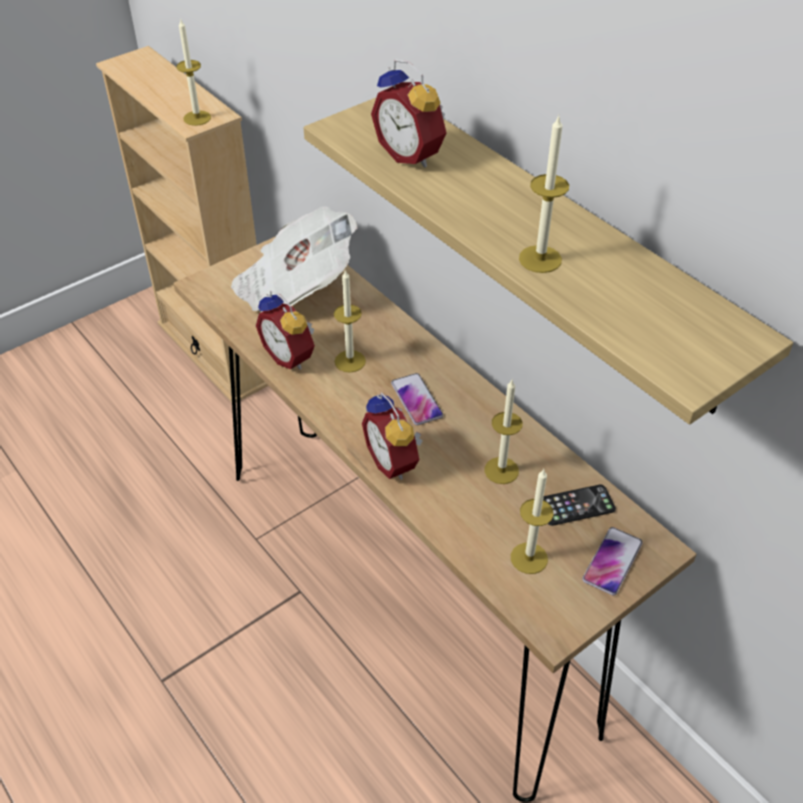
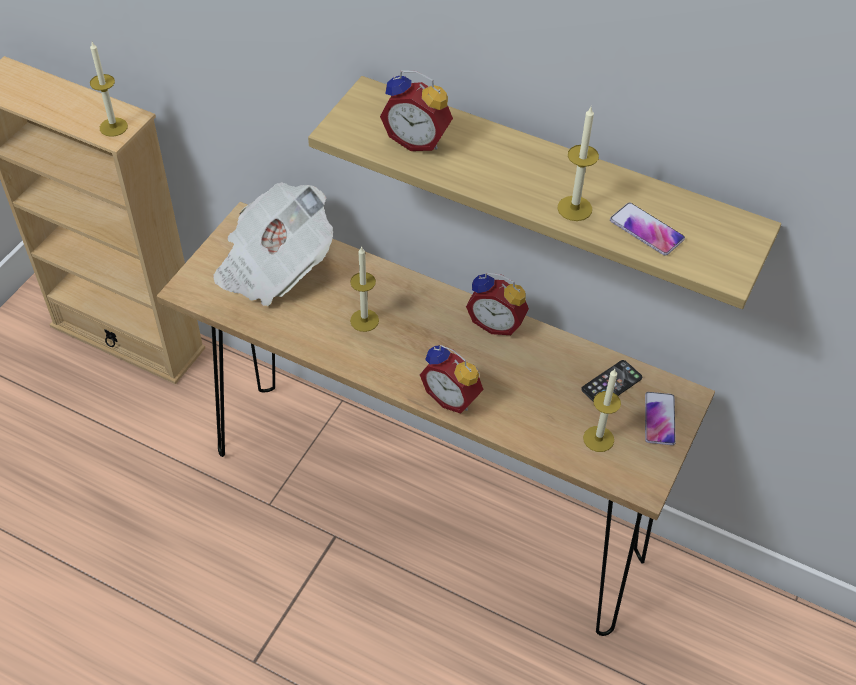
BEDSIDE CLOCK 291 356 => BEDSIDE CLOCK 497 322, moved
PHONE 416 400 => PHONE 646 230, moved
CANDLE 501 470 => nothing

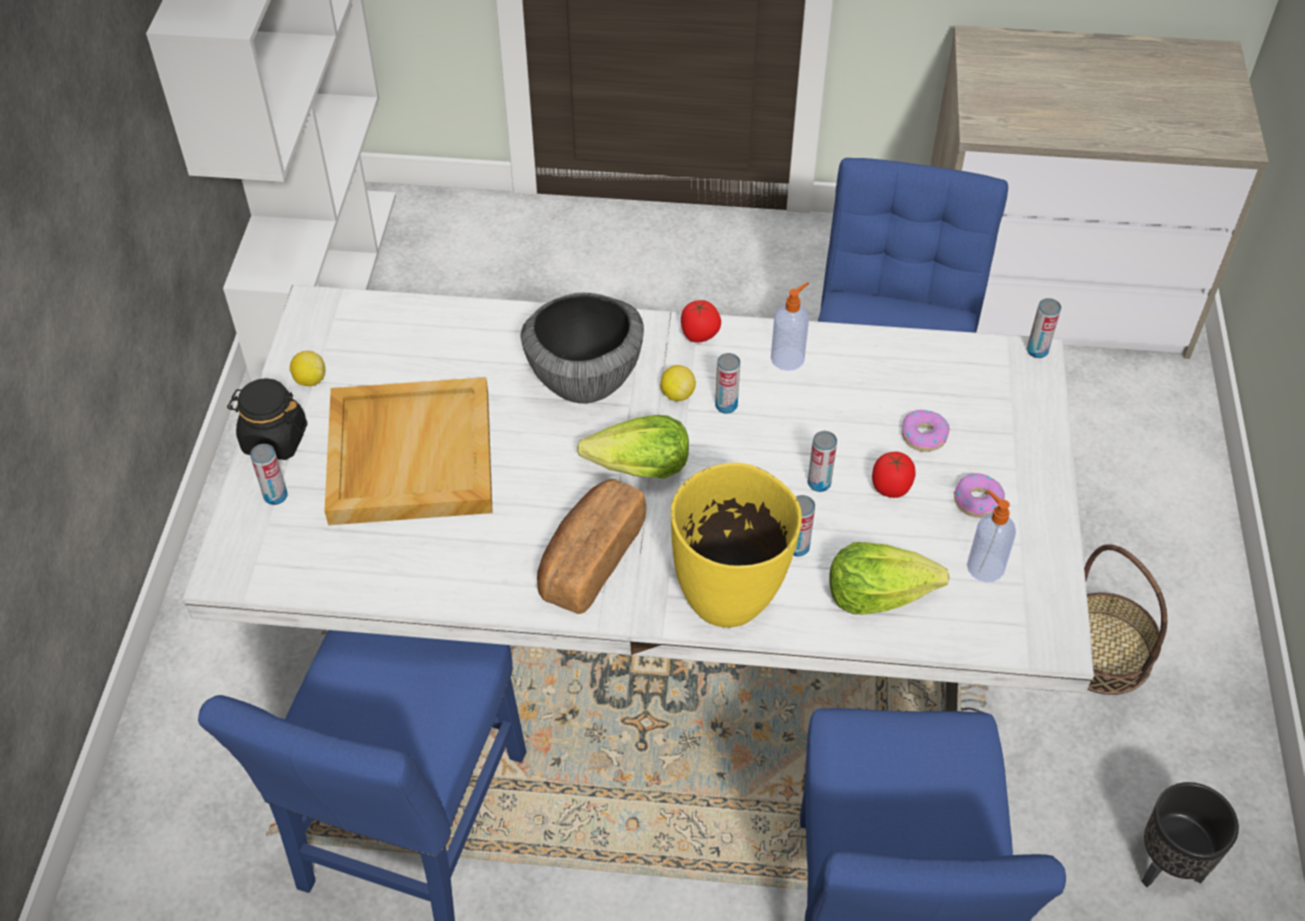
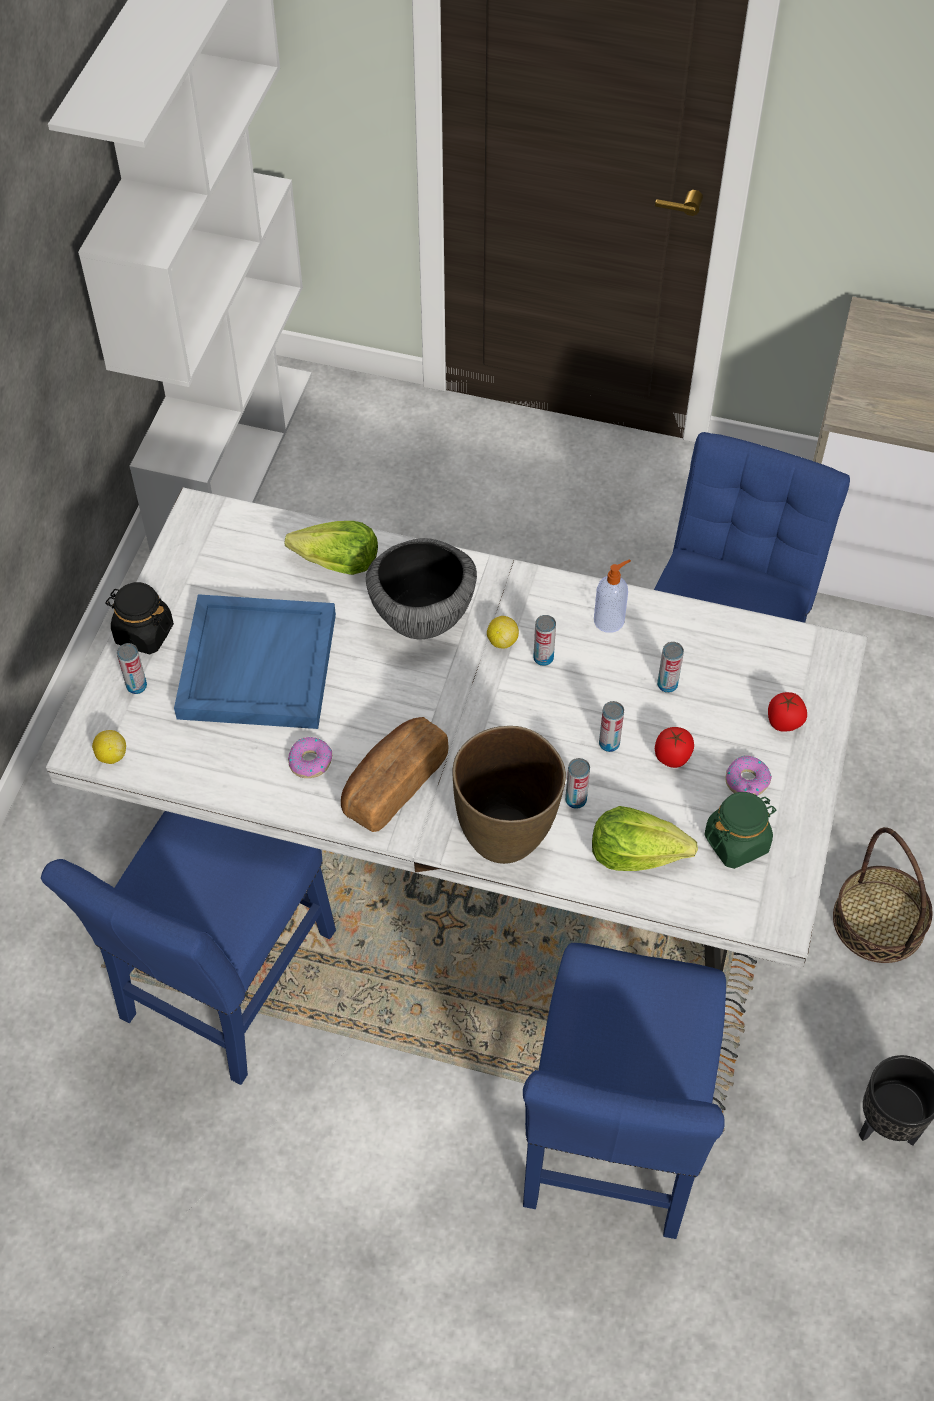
CITRUS FRUIT 310 380 => CITRUS FRUIT 111 755, moved
SAND-COLOURED CARRYING TRAY 409 455 => BLUE-COLOURED CARRYING TRAY 256 664
LETTUCE HEAD 639 469 => LETTUCE HEAD 337 564, moved
DONUT 923 435 => DONUT 310 761, moved
YELLOW-COLOURED DECORATIVE VASE 729 598 => BROWN-COLOURED DECORATIVE VASE 506 837
CAN 1037 351 => CAN 667 685, moved
SOAP DISPENSER 984 566 => GREEN PRESERVE JAR 736 842
TOMATO 700 335 => TOMATO 784 723, moved

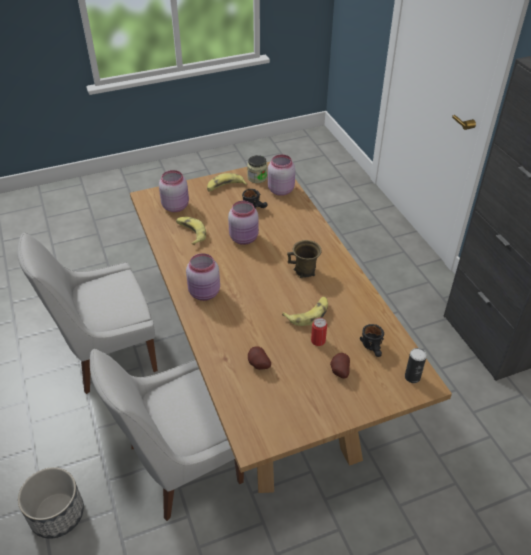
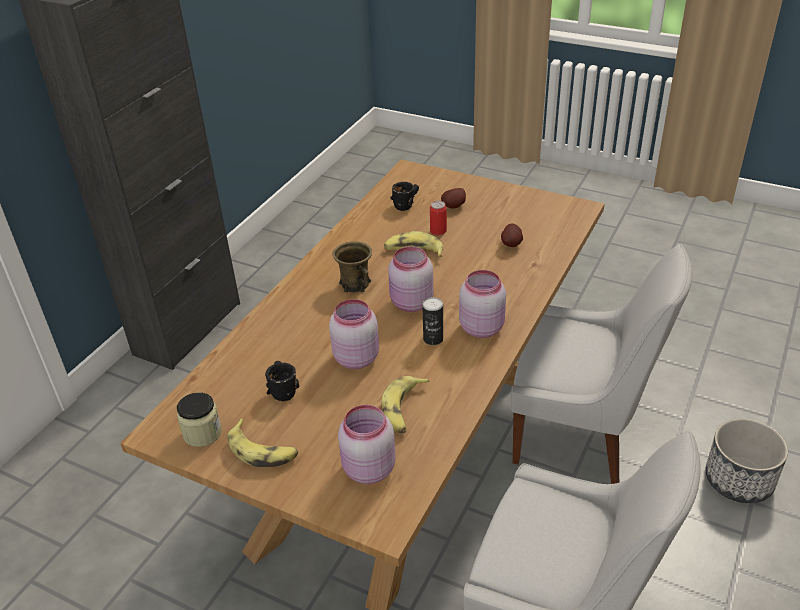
PINKISH PRESERVE JAR 281 190 => PINKISH PRESERVE JAR 410 303, moved
CAN 412 377 => CAN 433 339, moved

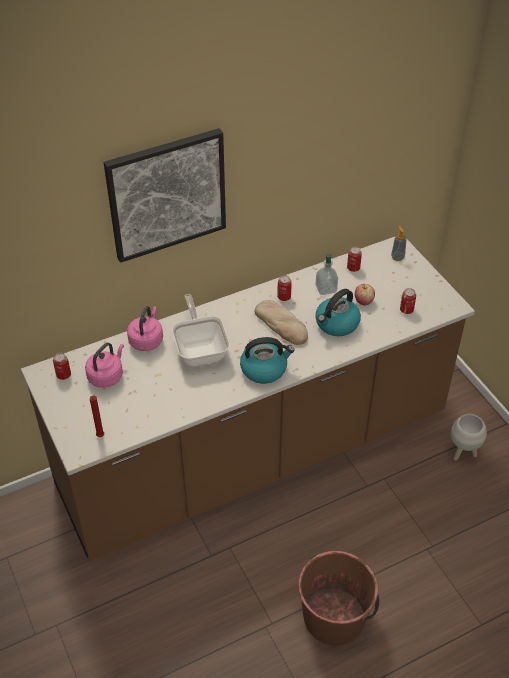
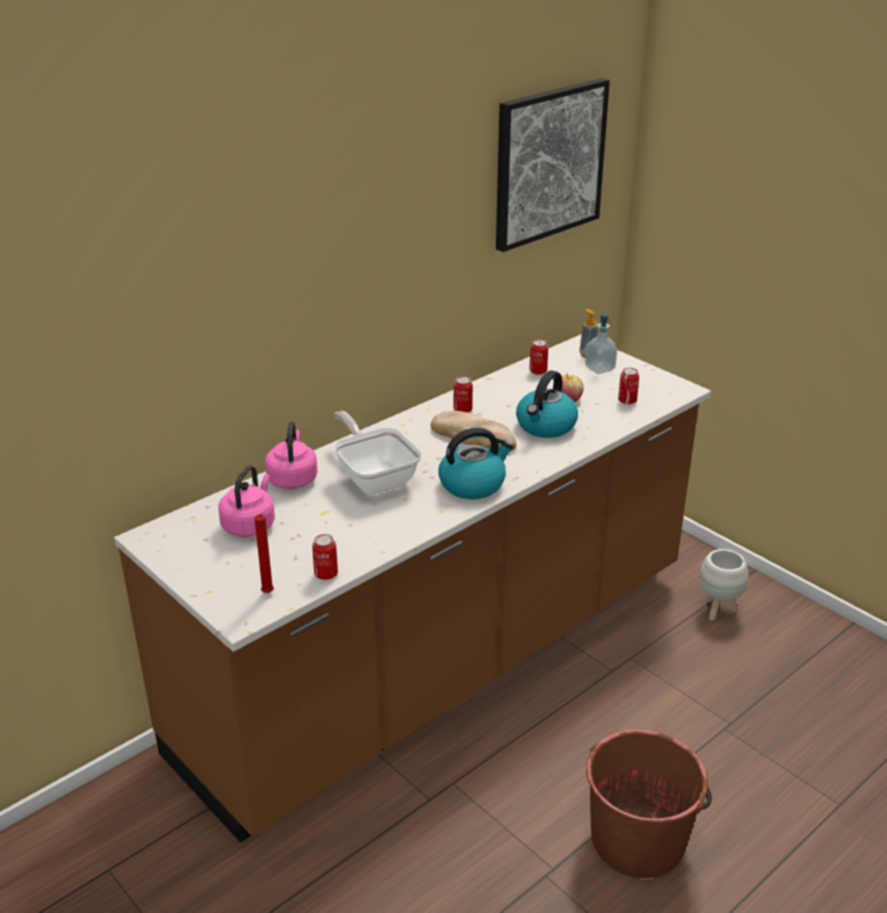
CAN 63 375 => CAN 326 574, moved
WALL PICTURE 166 194 => WALL PICTURE 548 163, moved
SOAP DISPENSER 326 289 => SOAP DISPENSER 599 368, moved

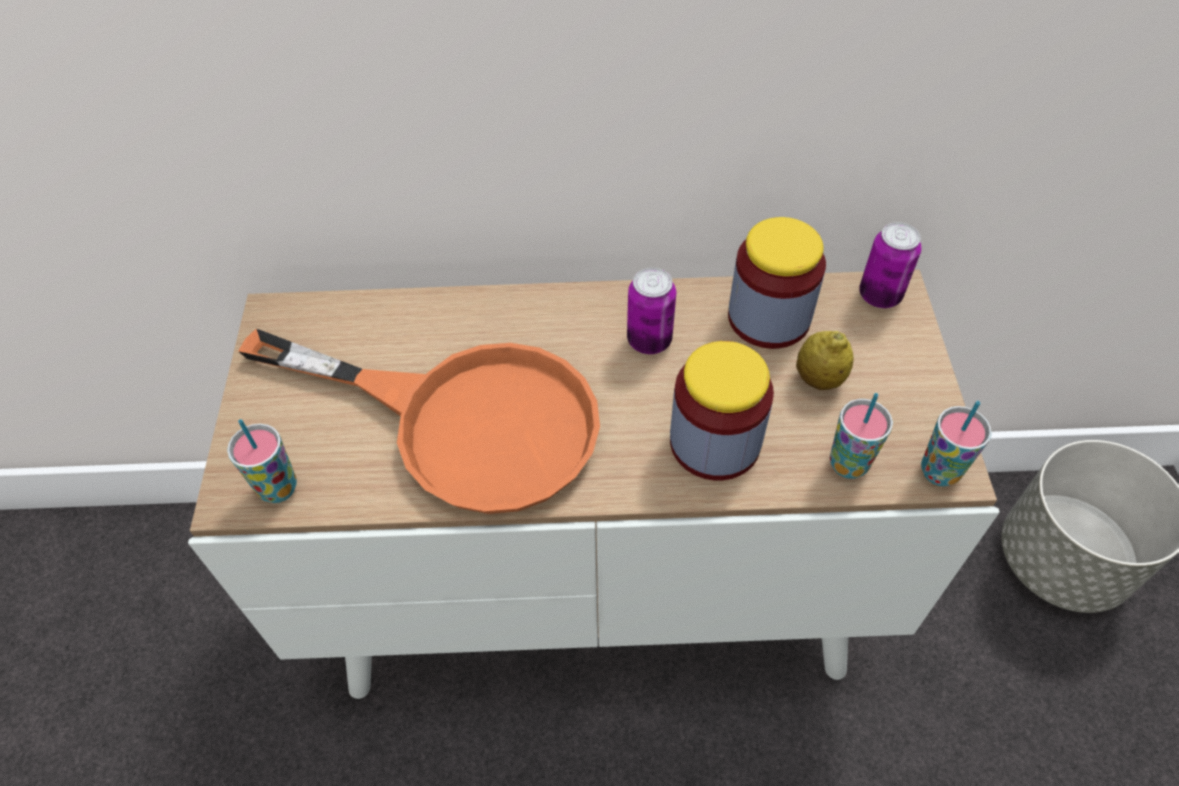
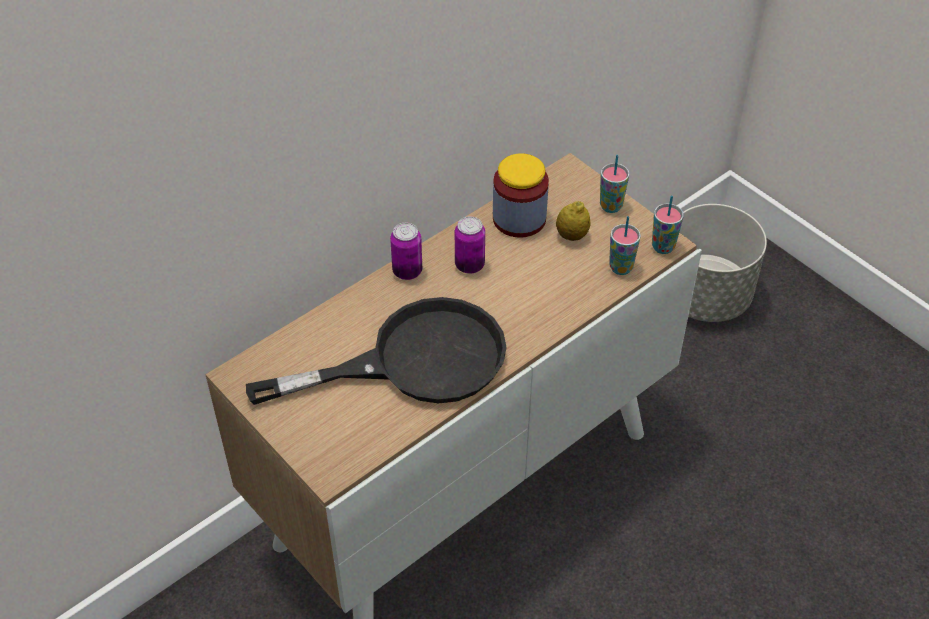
ORANGE SKILLET 463 421 => BLACK SKILLET 414 361
CAN 879 295 => CAN 407 271, moved
CUP 278 488 => CUP 611 206, moved
PRESERVE JAR 715 442 => nothing

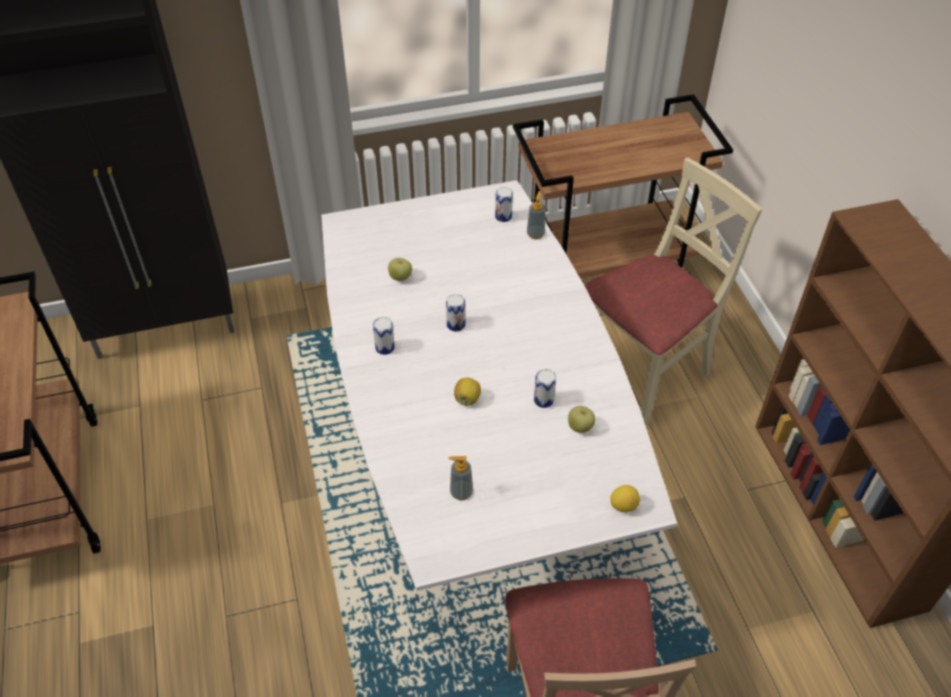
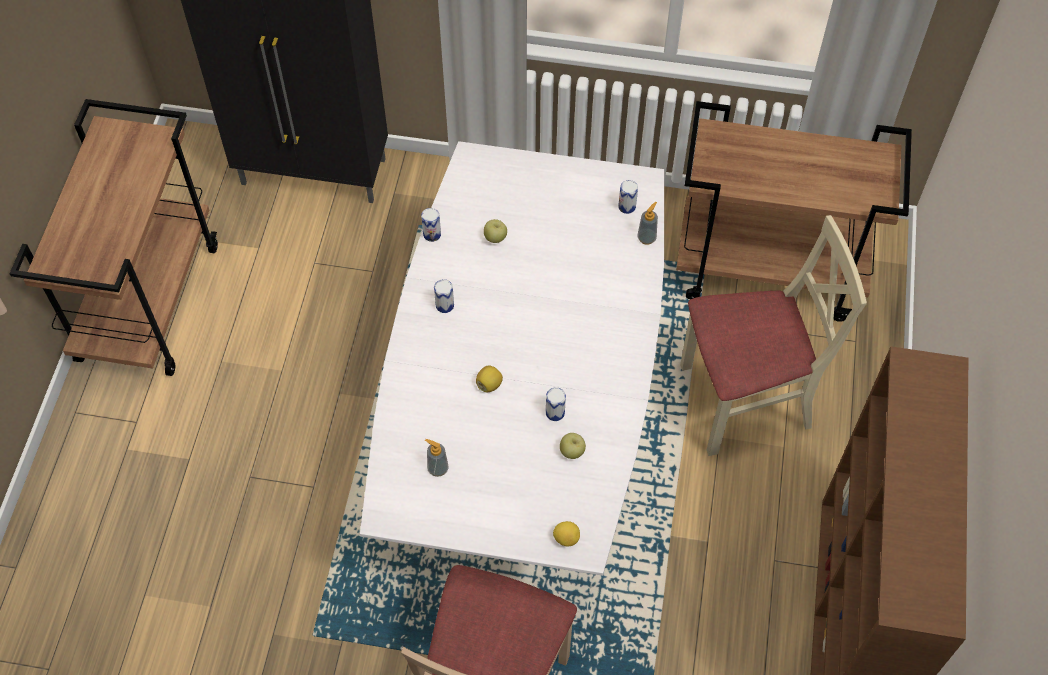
CAN 456 324 => CAN 432 234, moved

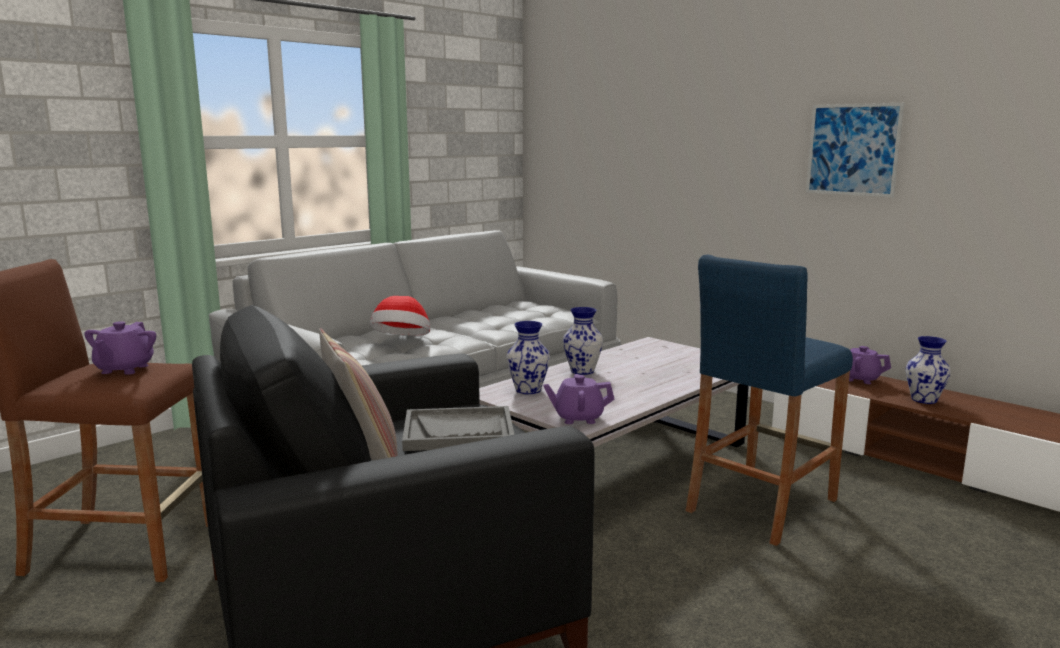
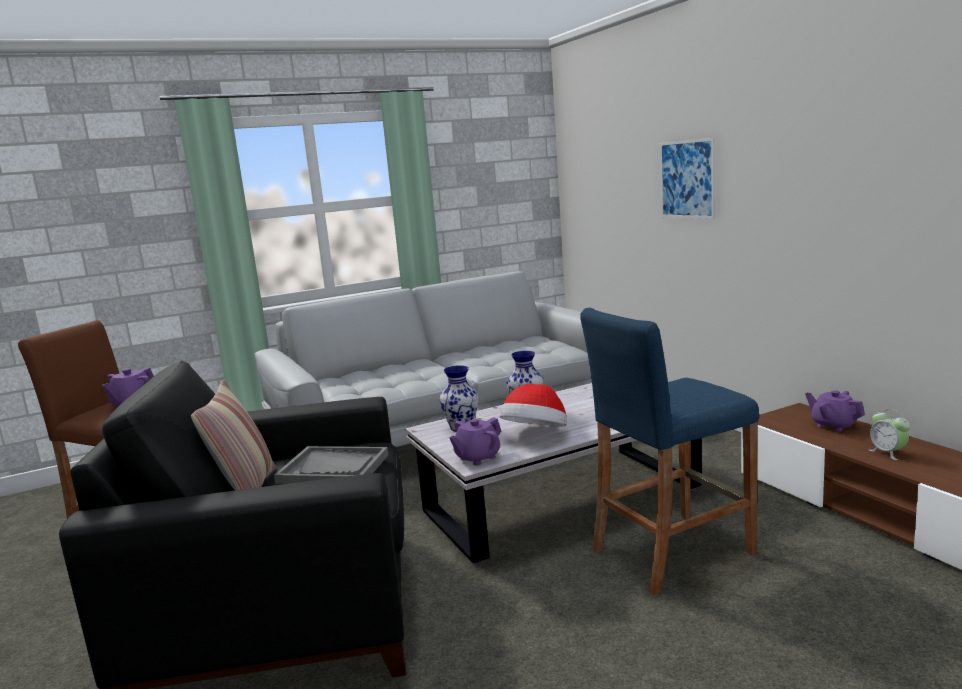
PURPLE POT FOR TEA 578 418 => PURPLE POT FOR TEA 477 458, 60 degrees counterclockwise
HAT 402 341 => HAT 536 434, moved
WALL PICTURE 853 149 => WALL PICTURE 687 179, moved
DECORATIVE VASE 924 400 => BEDSIDE CLOCK 888 453

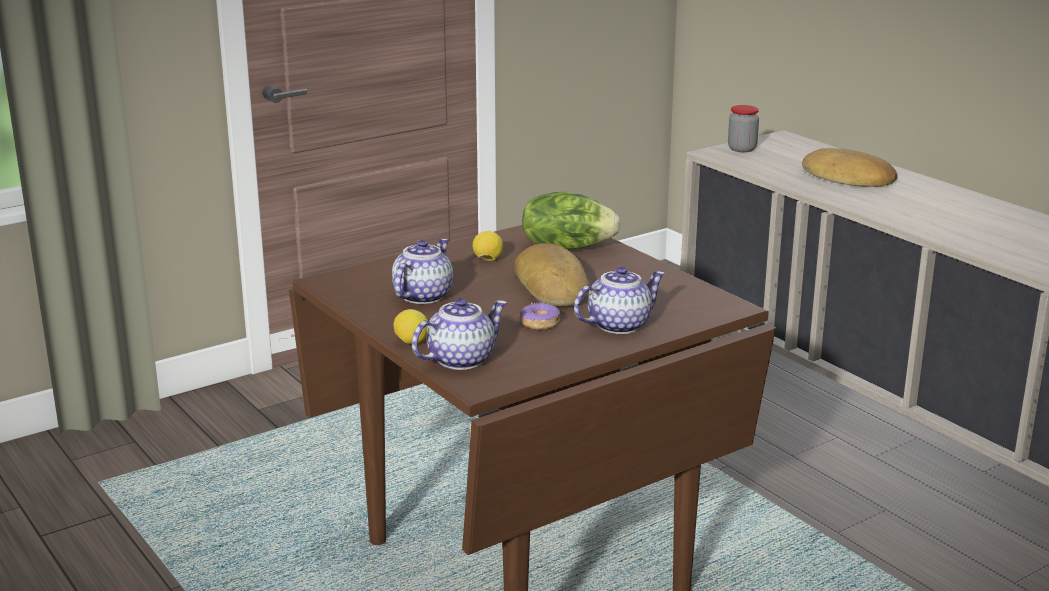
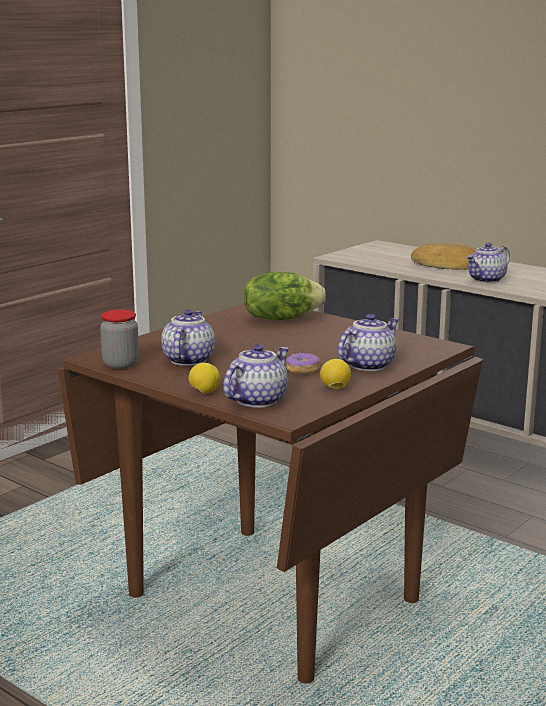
PRESERVE JAR 742 149 => PRESERVE JAR 120 364, moved
CITRUS FRUIT 488 260 => CITRUS FRUIT 335 388, moved
nothing => POT FOR TEA 487 280
BREAD 554 286 => nothing

